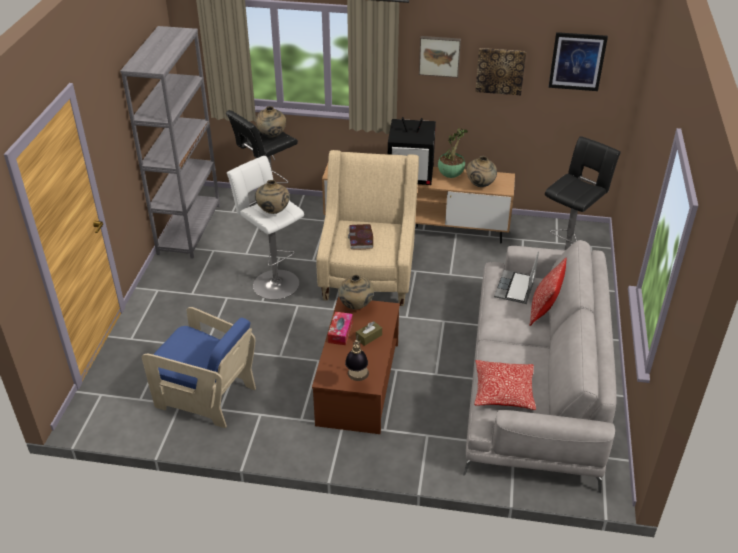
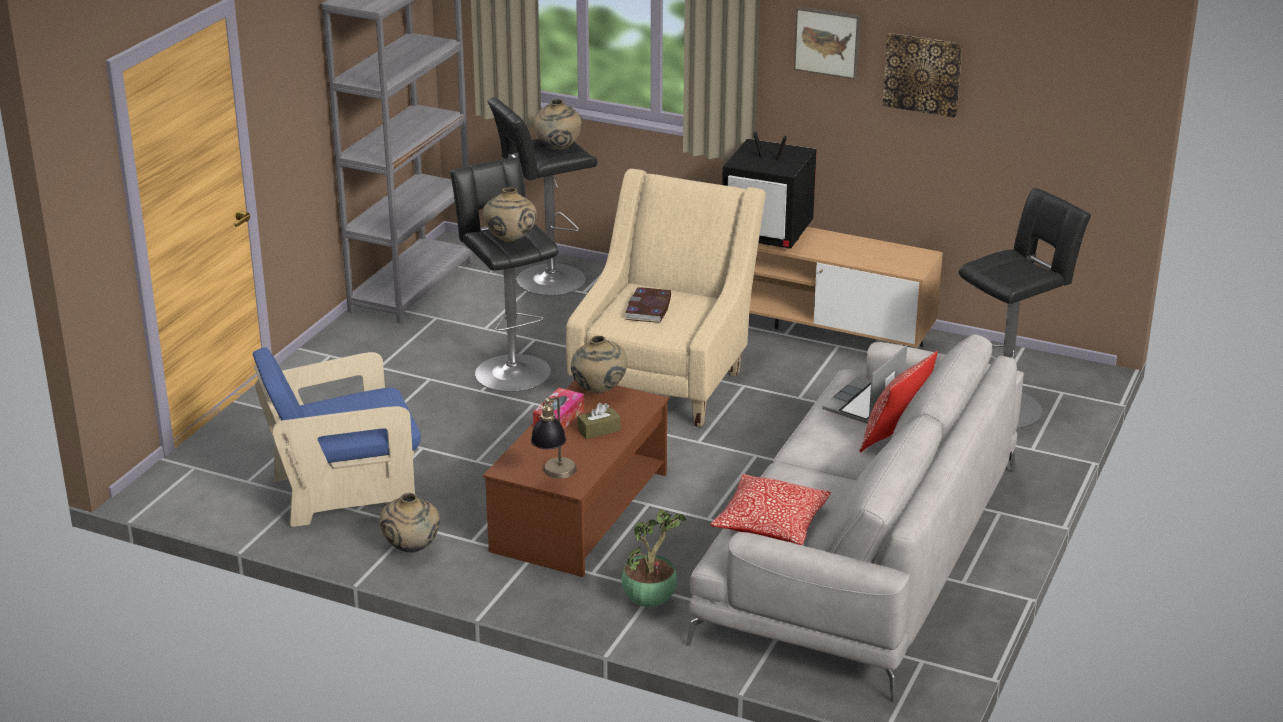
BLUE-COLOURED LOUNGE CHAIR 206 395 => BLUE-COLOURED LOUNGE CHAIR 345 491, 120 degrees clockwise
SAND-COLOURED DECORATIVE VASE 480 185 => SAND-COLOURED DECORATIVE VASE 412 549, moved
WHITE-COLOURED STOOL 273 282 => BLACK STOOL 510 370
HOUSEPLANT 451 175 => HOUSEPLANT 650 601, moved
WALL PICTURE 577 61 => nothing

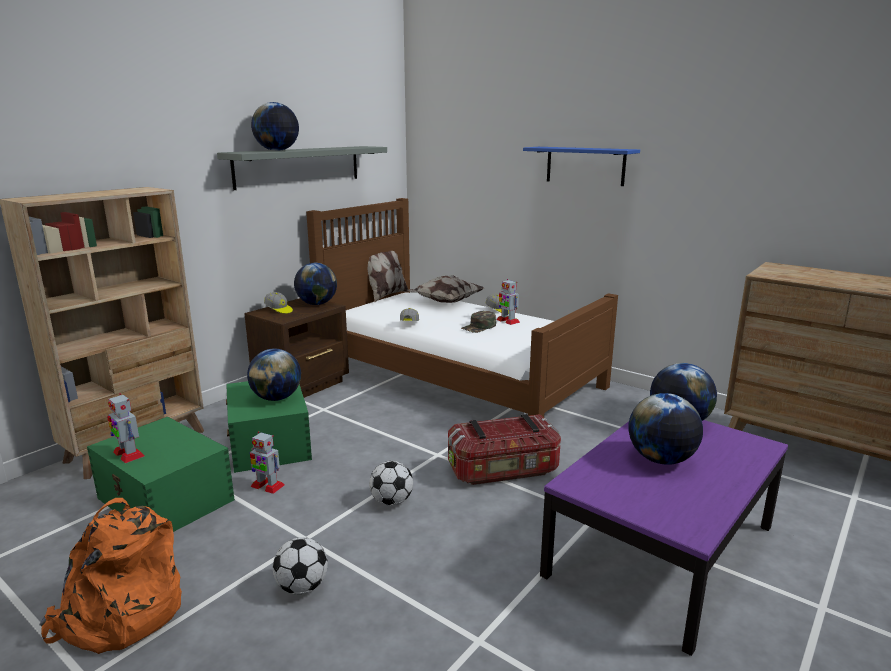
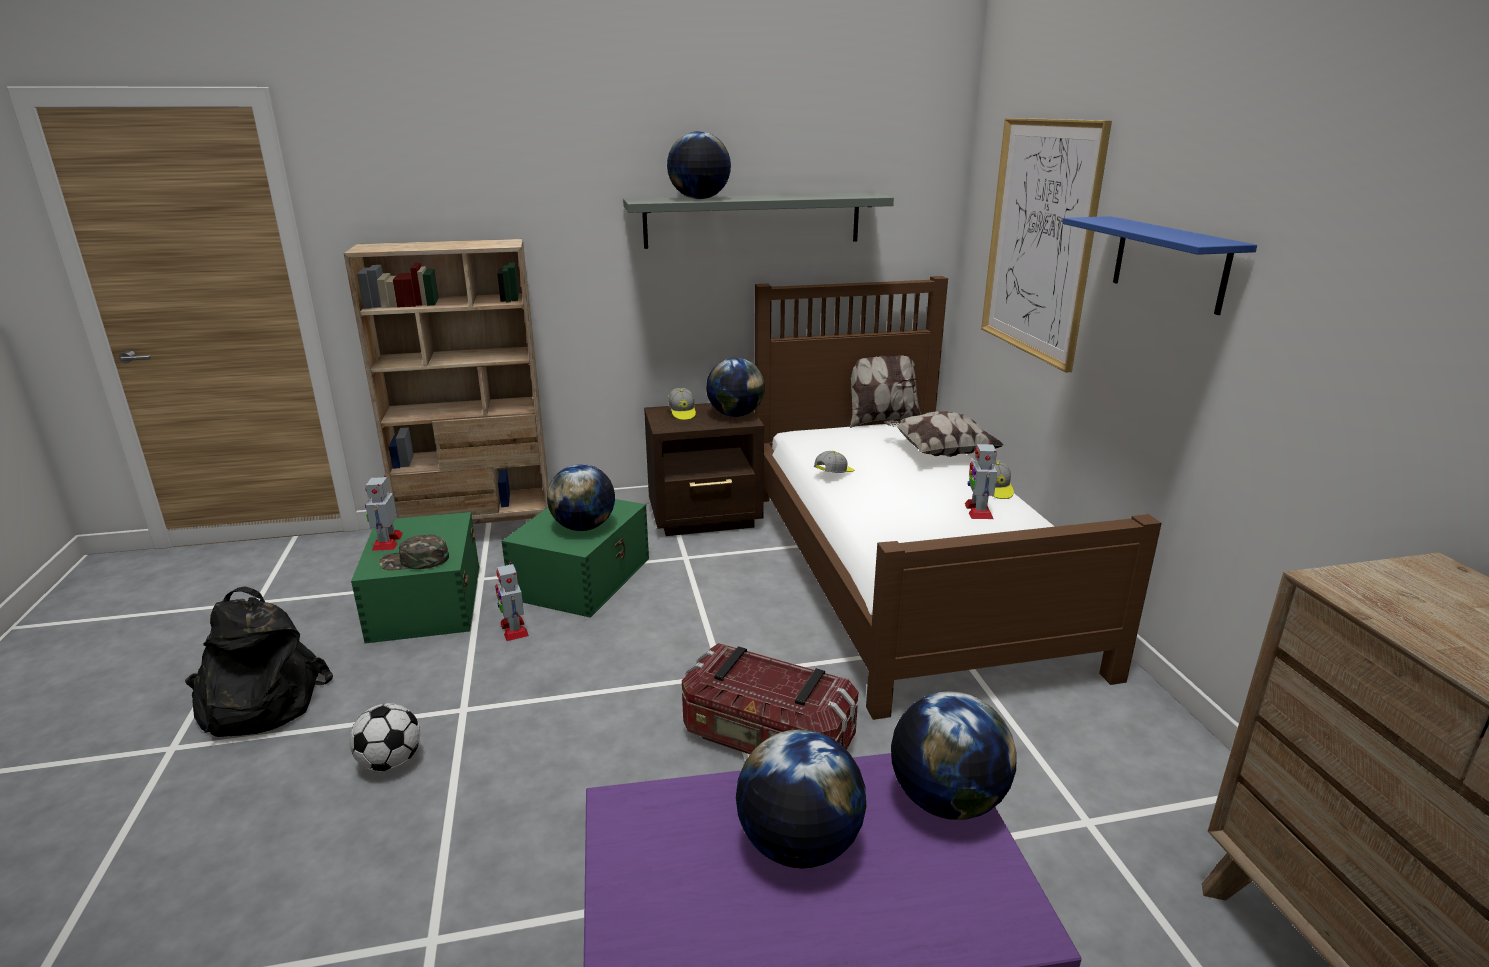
ORANGE RUCKSACK 120 615 => BLACK RUCKSACK 257 703
GREEN PEAKED CAP 479 327 => GREEN PEAKED CAP 414 561, moved
nothing => WALL PICTURE 1040 239
FOOTBALL BALL 391 501 => nothing

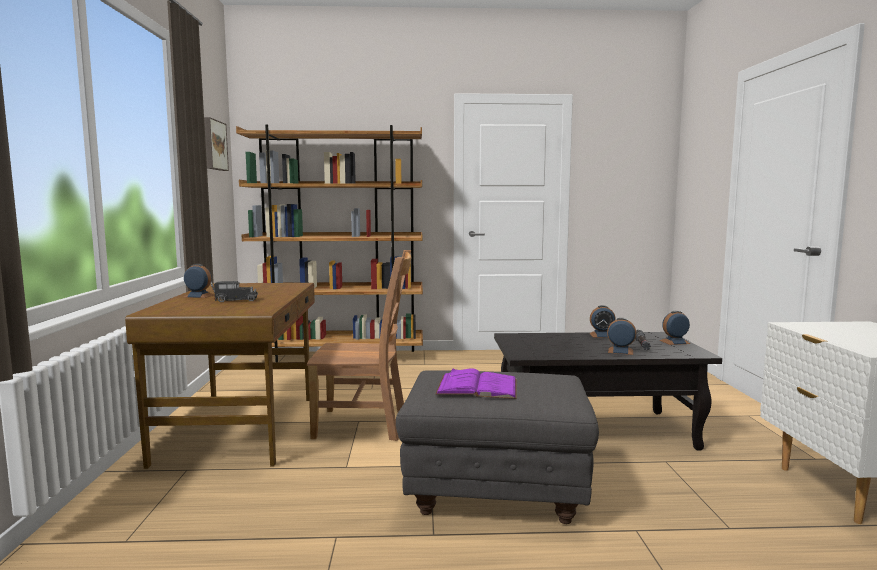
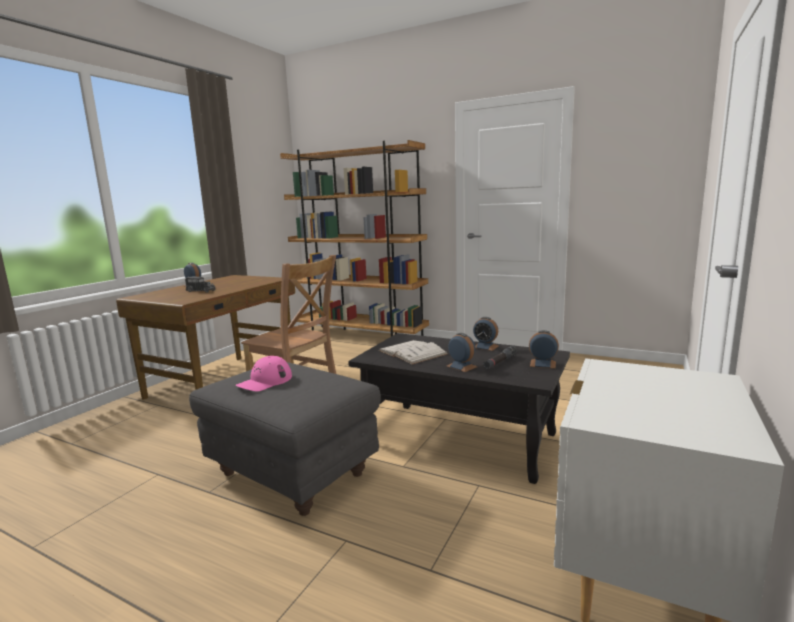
PURPLE BOUND BOOK 477 386 => PINKISH PEAKED CAP 265 381
nothing => WHITE-COLOURED BOUND BOOK 412 352
WALL PICTURE 213 145 => nothing

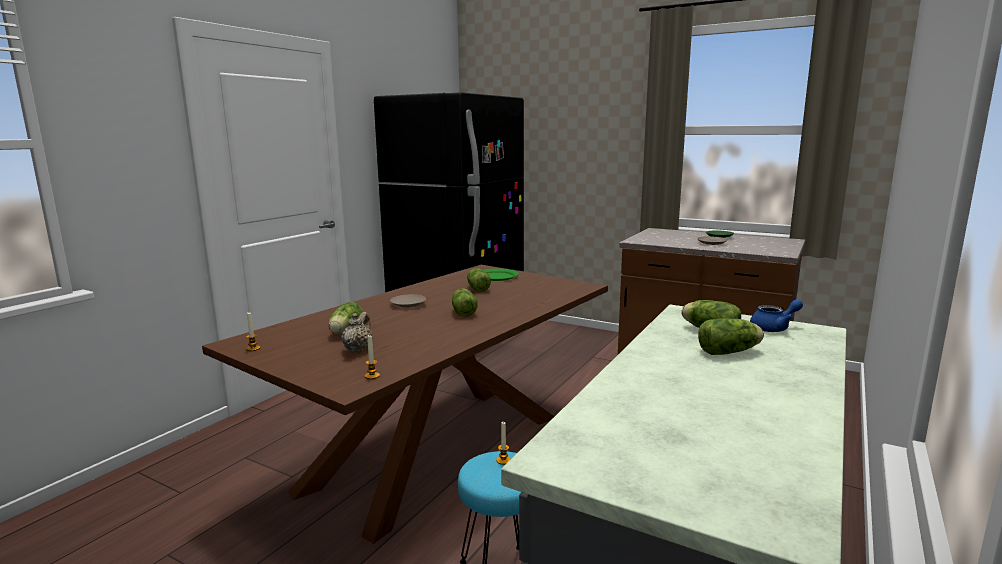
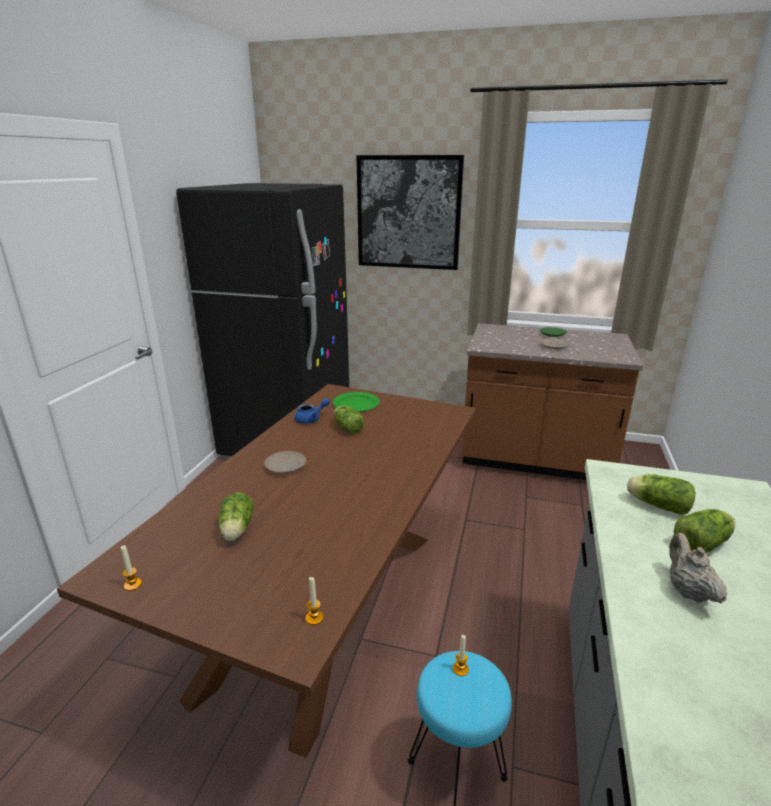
BLUE-COLOURED POT FOR TEA 774 328 => BLUE-COLOURED POT FOR TEA 311 419, moved
nothing => WALL PICTURE 408 213
SAND-COLOURED POT FOR TEA 358 349 => SAND-COLOURED POT FOR TEA 687 590, moved
LETTUCE HEAD 463 312 => nothing

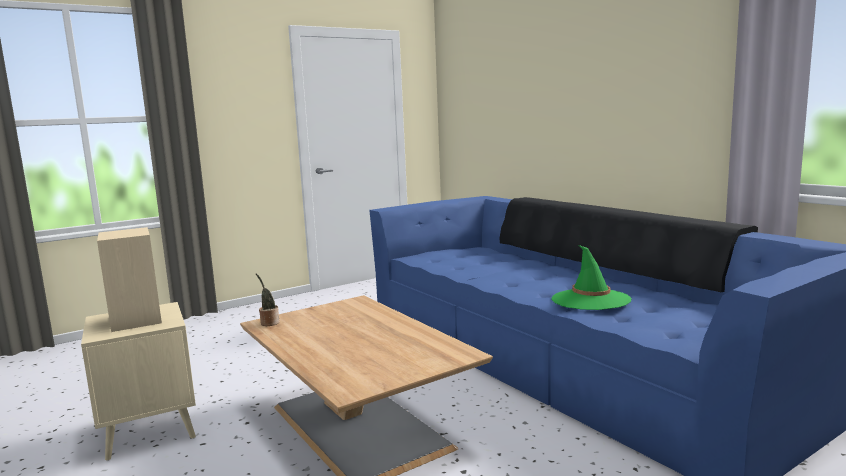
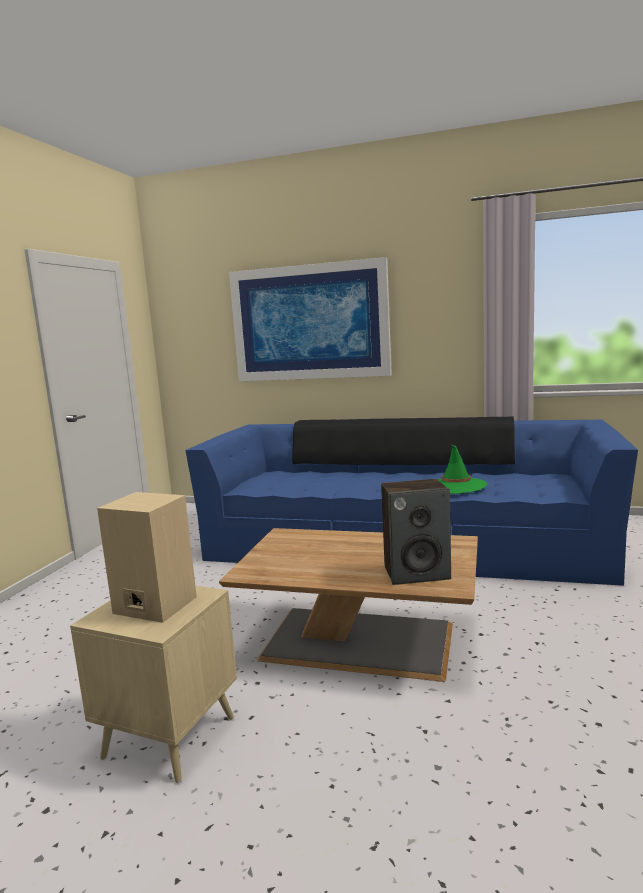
nothing => WALL PICTURE 310 322
nothing => SPEAKER 417 573
HOUSEPLANT 269 323 => nothing

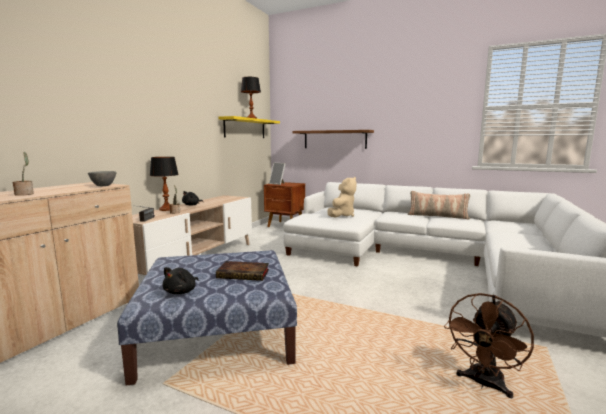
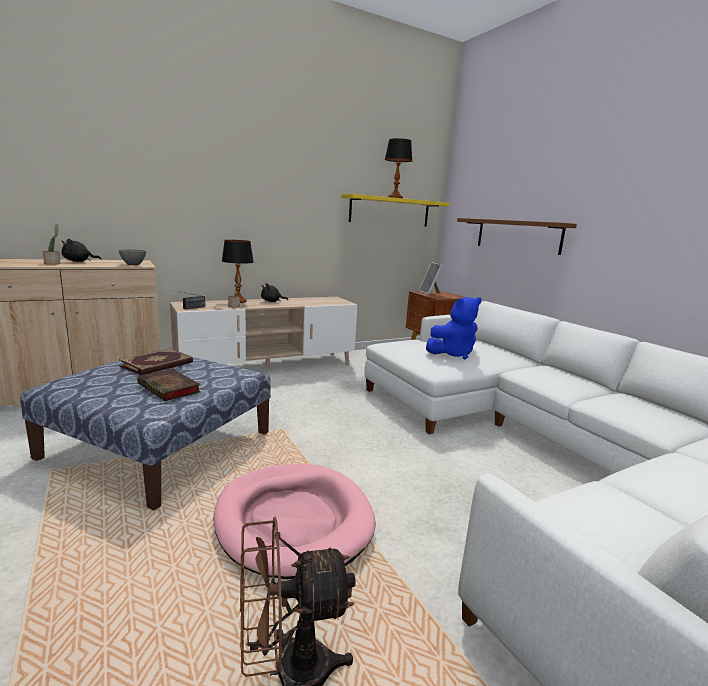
BLACK PLUSH TOY 181 291 => BLACK PLUSH TOY 79 261, moved
nothing => BOUND BOOK 157 364
nothing => PINKISH DOG CUSHION 293 521
SAND-COLOURED PLUSH TOY 342 215 => BLUE-COLOURED PLUSH TOY 453 354
PILLOW 437 216 => nothing

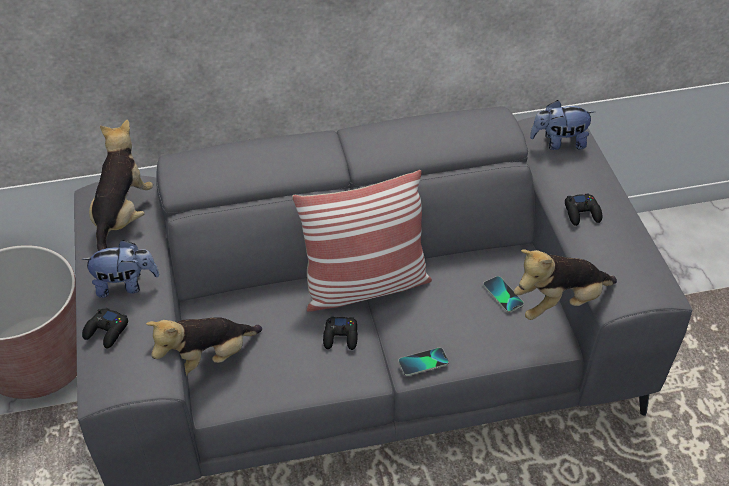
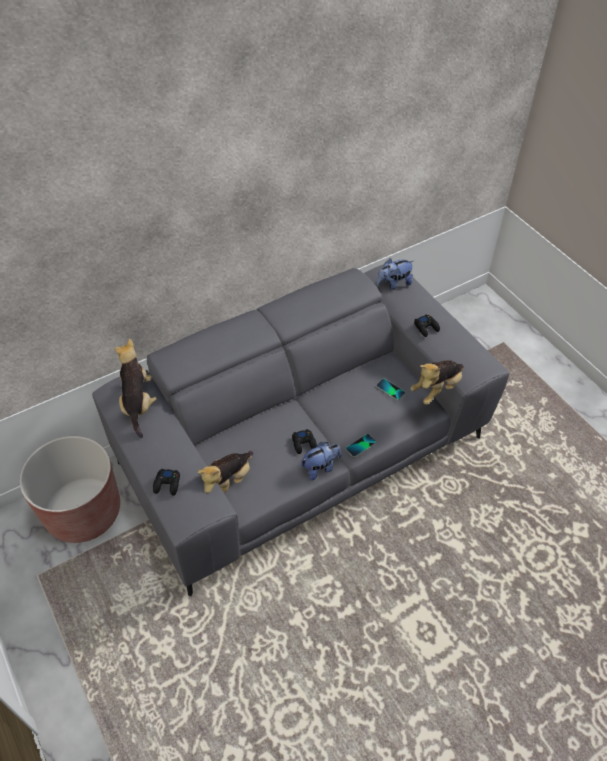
PLUSH TOY 125 285 => PLUSH TOY 320 468, moved
PILLOW 365 286 => nothing

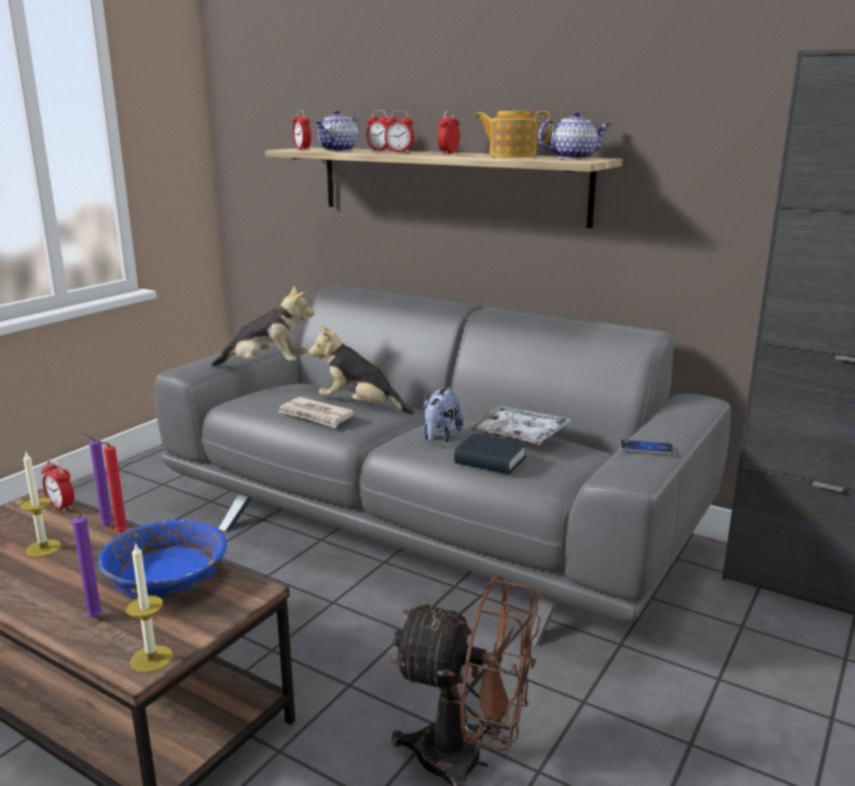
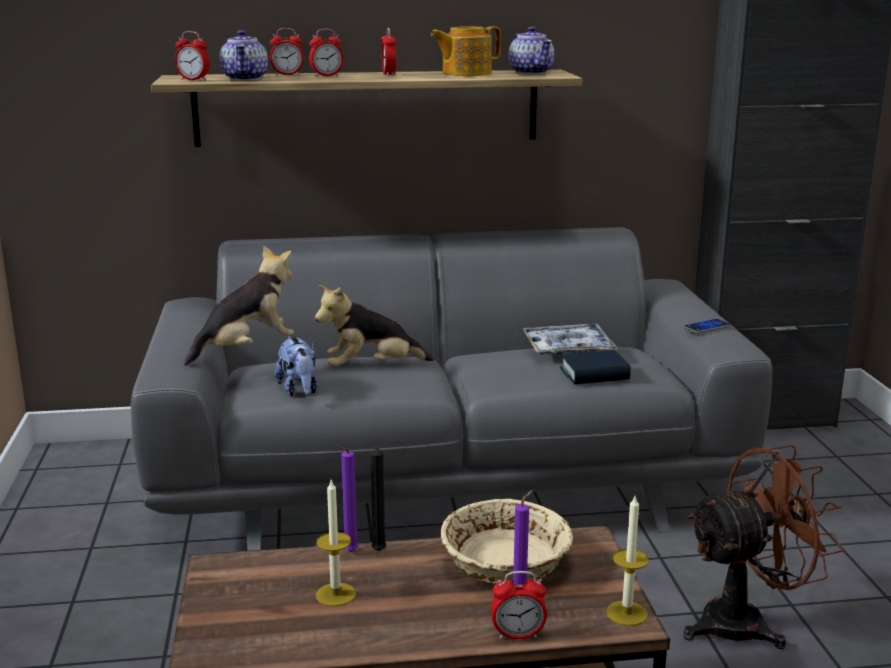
PLUSH TOY 440 437 => PLUSH TOY 299 390, moved
REDDISH CANDLE 119 533 => BLACK CANDLE 378 552
BLUE-COLOURED SERVING BOWL 165 579 => SAND-COLOURED SERVING BOWL 505 563
BEDSIDE CLOCK 61 507 => BEDSIDE CLOCK 518 635, moved
POT FOR TEA 573 158 => POT FOR TEA 531 72, 120 degrees clockwise
PRINTED PAPER 316 415 => nothing

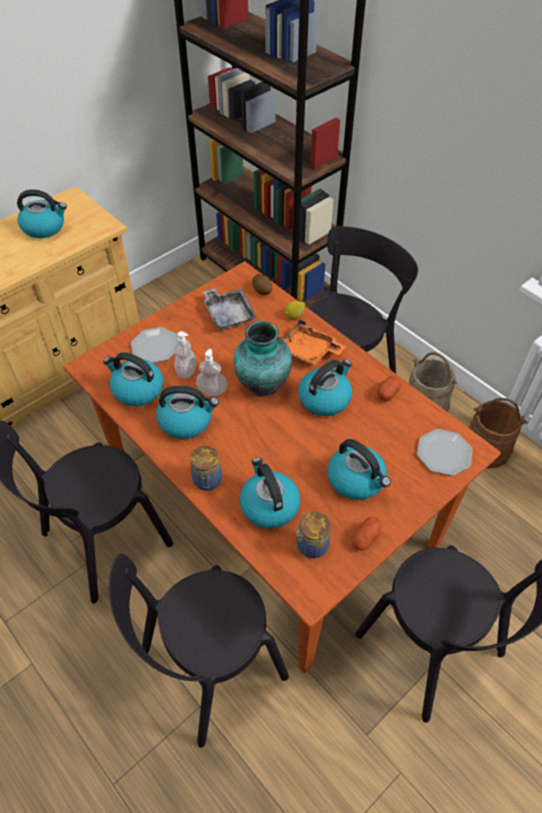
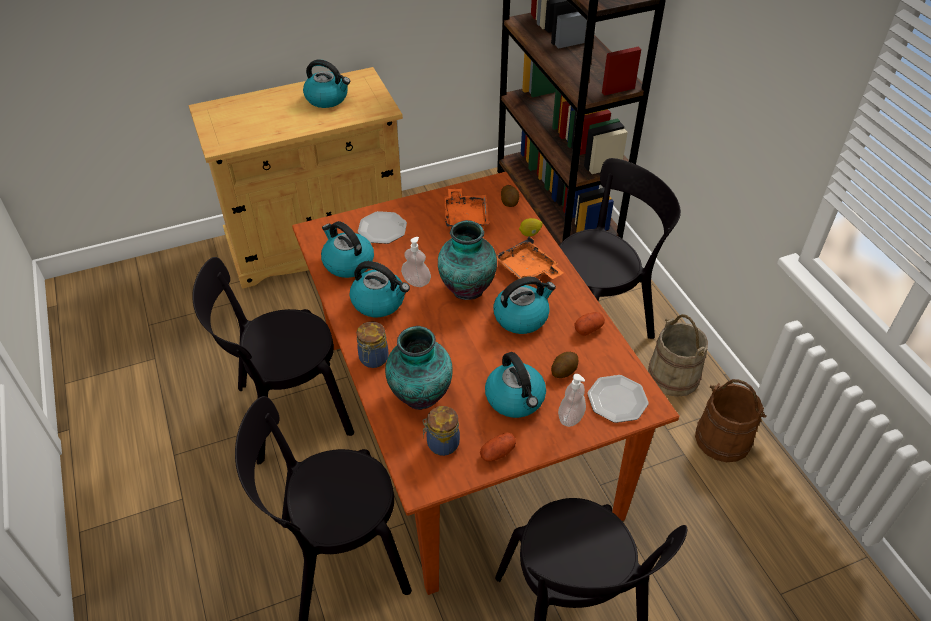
KETTLE 268 505 => DECORATIVE VASE 419 396
GRAY CARRYING TRAY 228 314 => ORANGE CARRYING TRAY 465 217
nothing => WHOLE POTATO 564 370
SOAP DISPENSER 186 371 => SOAP DISPENSER 570 417, moved

